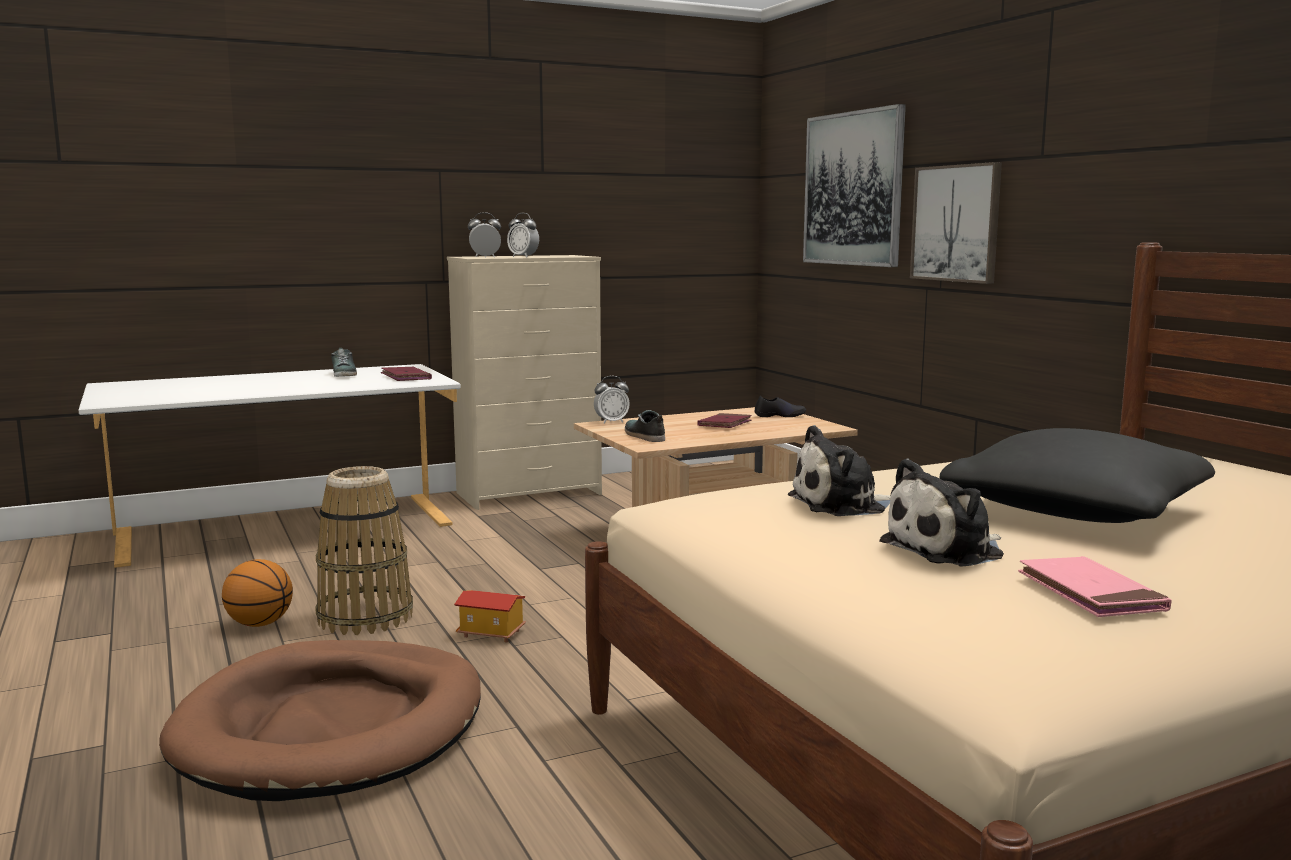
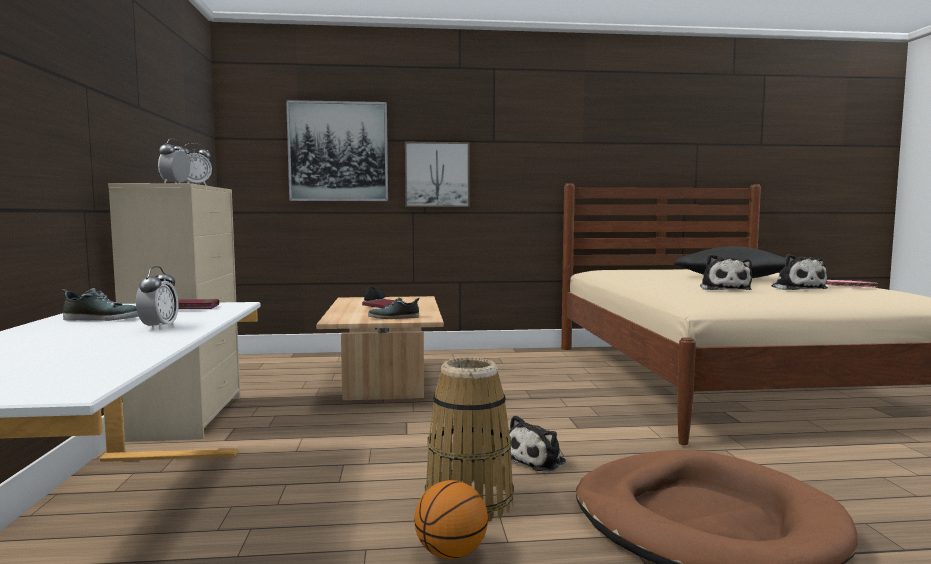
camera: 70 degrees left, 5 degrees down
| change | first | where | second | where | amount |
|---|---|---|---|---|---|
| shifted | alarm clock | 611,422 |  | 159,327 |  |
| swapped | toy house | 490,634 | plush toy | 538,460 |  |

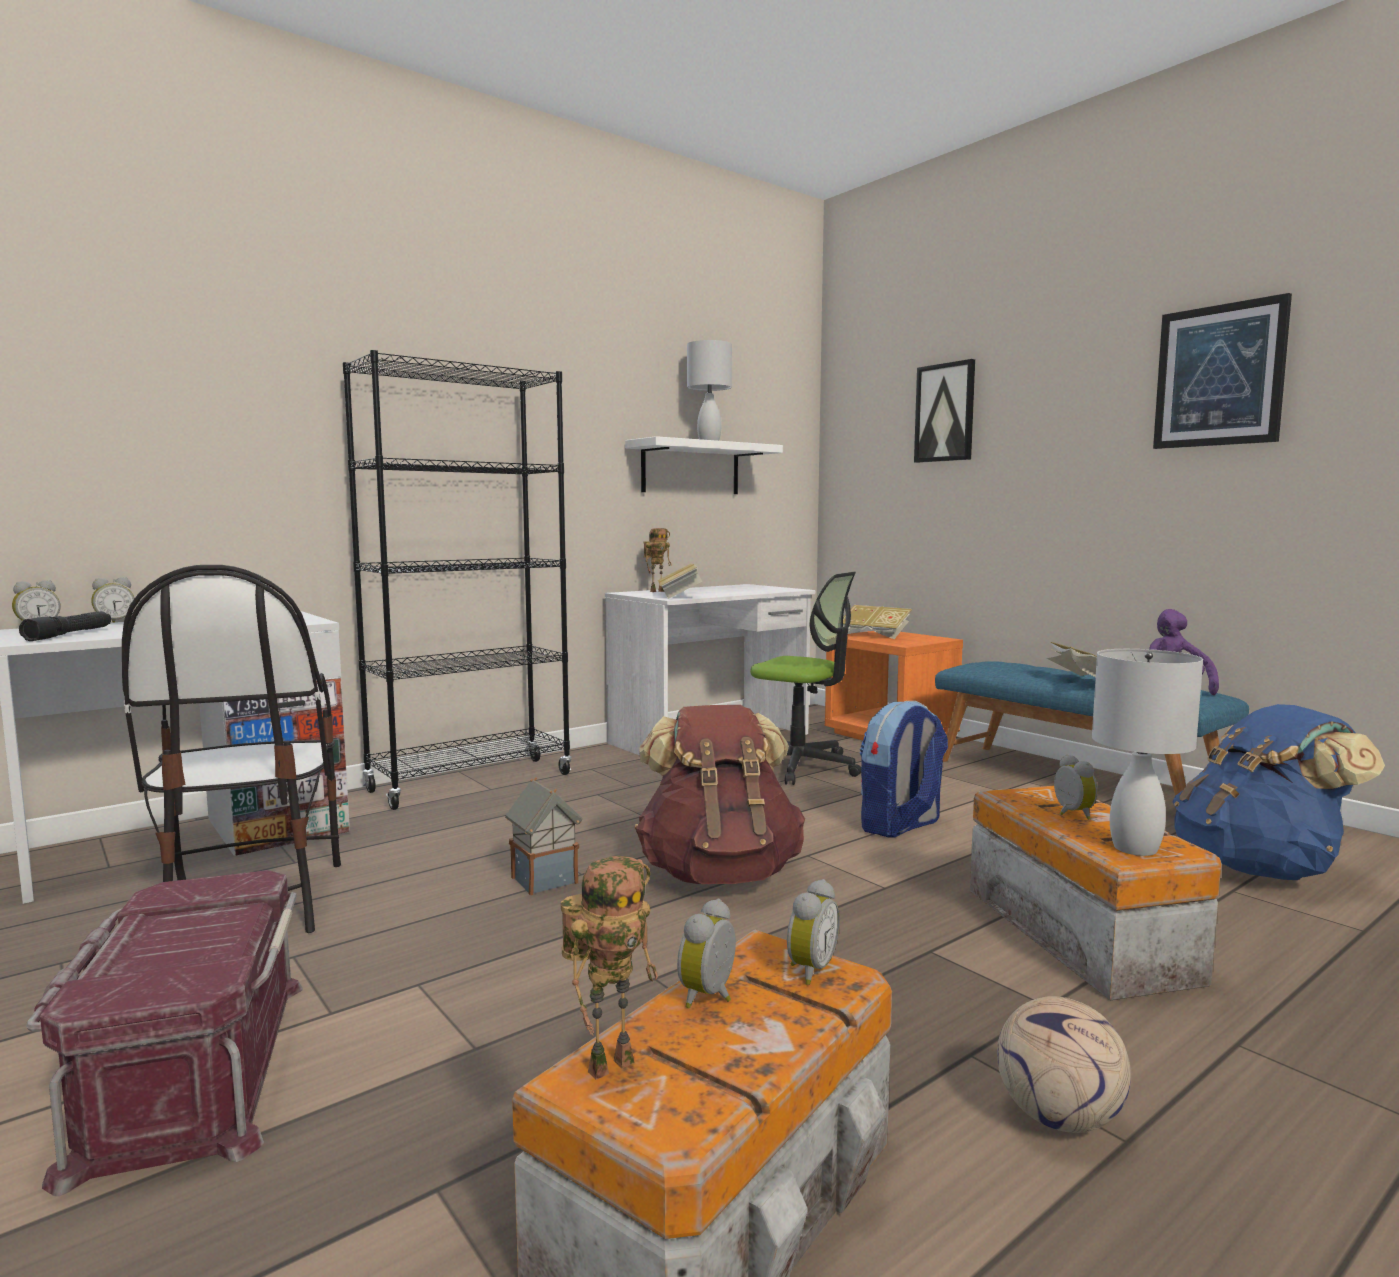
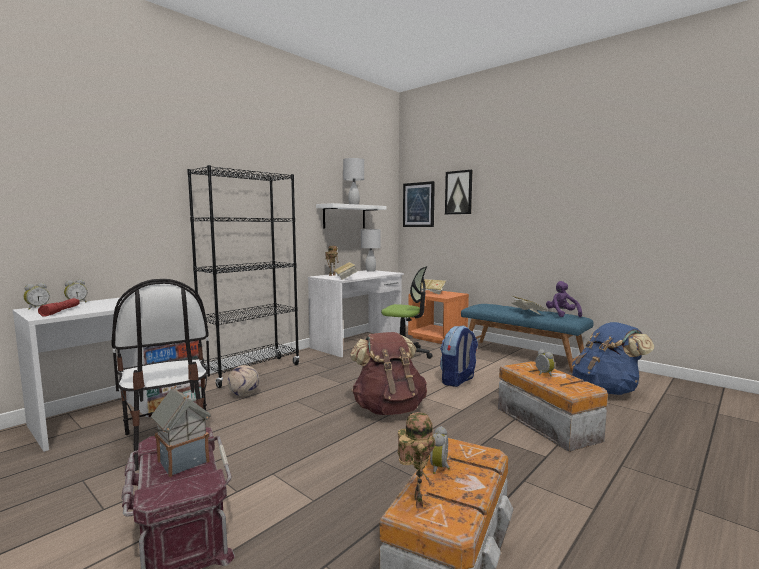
camera: 10 degrees left, 0 degrees up
| change | first | where | second | where | amount |
|---|---|---|---|---|---|
| shifted | wall art | 1219,376 |  | 418,204 |  |
| repainted | black hand torch | 69,634 | red-coloured hand torch | 61,311 |  |
| shifted | white-coloured lamp for a table | 1136,849 |  | 370,271 |  |
| shifted | toy house | 545,881 |  | 184,462 |  |
| rotated | toy robot | 611,1063 |  | 415,501 | 45 degrees counterclockwise |
| gone | alarm clock | 808,970 |  |  |  |
| shifted | football ball | 1057,1117 |  | 244,394 |  |

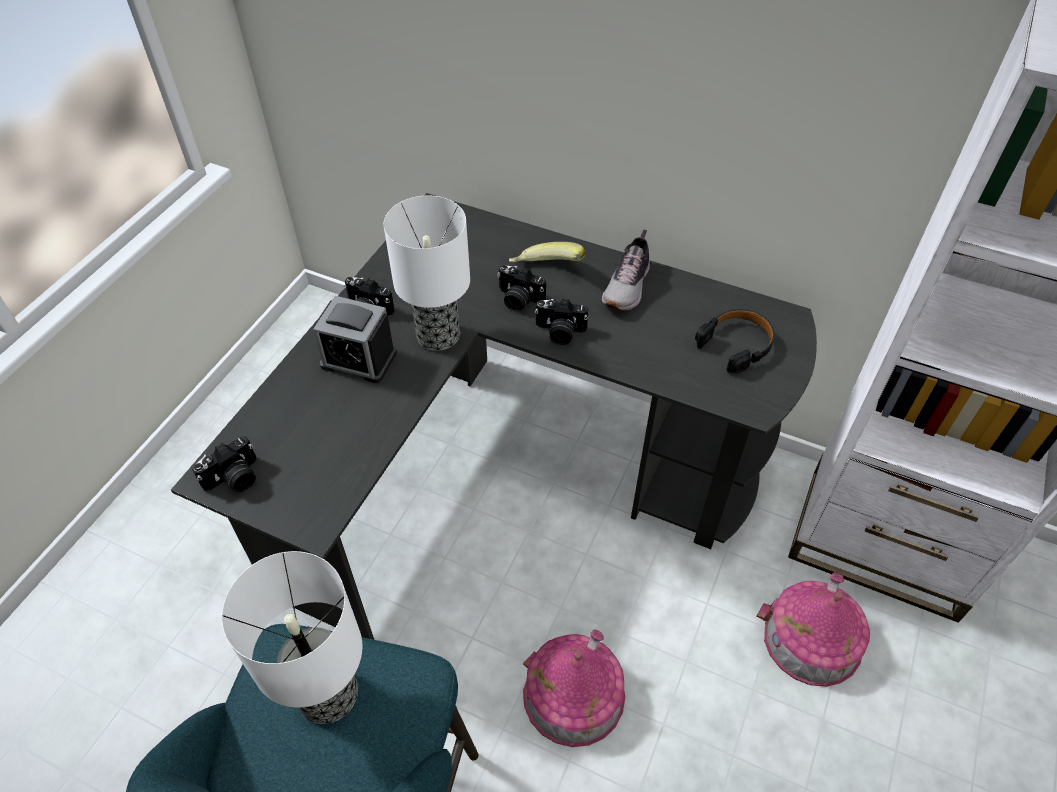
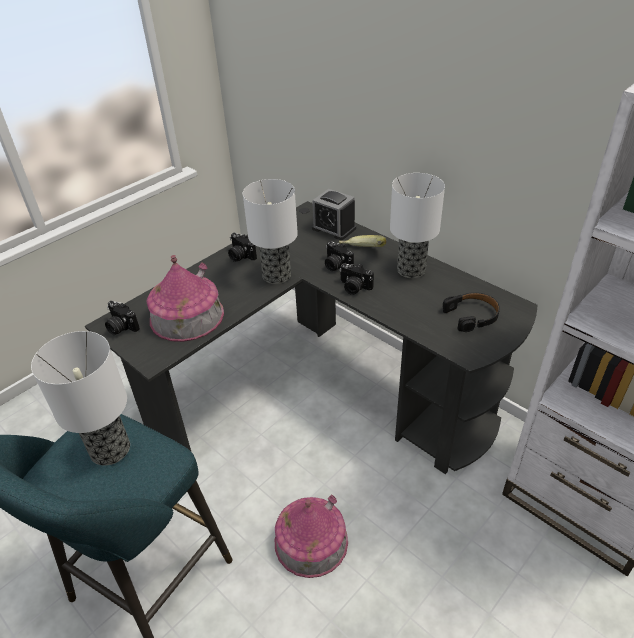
camera: 20 degrees right, 10 degrees down
| change | first | where | second | where | amount |
|---|---|---|---|---|---|
| swapped | shoe | 628,286 | lamp for a table | 412,270 |  |
| shifted | alarm clock | 359,359 |  | 334,228 |  |
| rotated | still camera | 234,479 |  | 121,327 | 60 degrees clockwise |
| shifted | toy house | 812,638 |  | 187,316 |  |

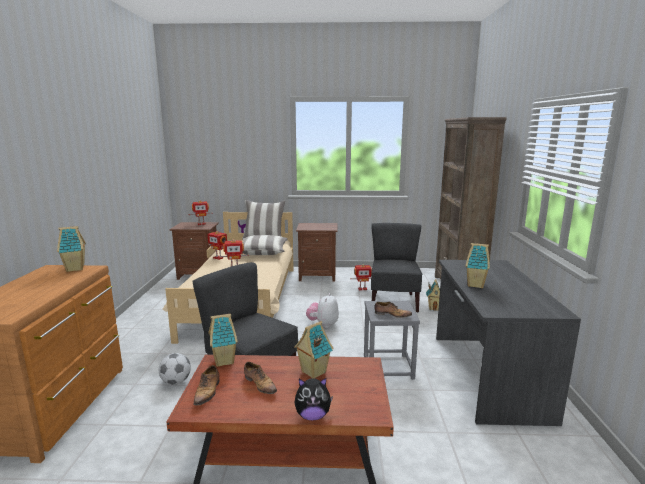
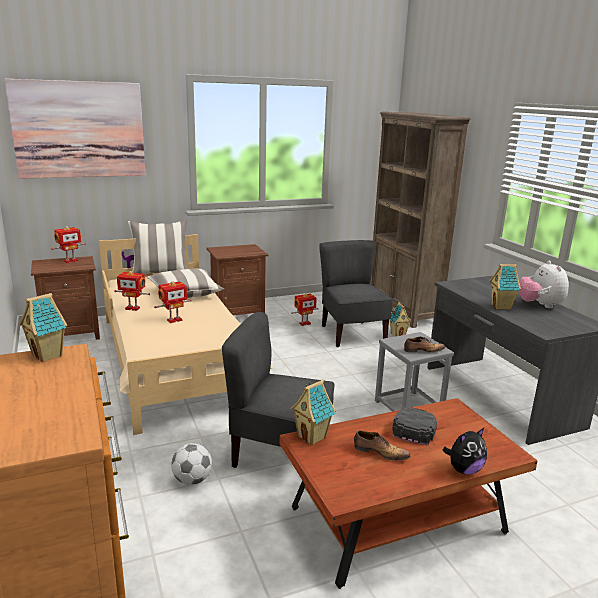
camera: 25 degrees left, 5 degrees up
| change | first | where | second | where | amount |
|---|---|---|---|---|---|
| shifted | plush toy | 323,324 |  | 539,305 |  |
| swapped | toy house | 313,372 | black peaked cap | 415,427 |  |
| gone | shoe | 207,392 |  |  |  |
| new |  |  | wall art | 79,130 |  |

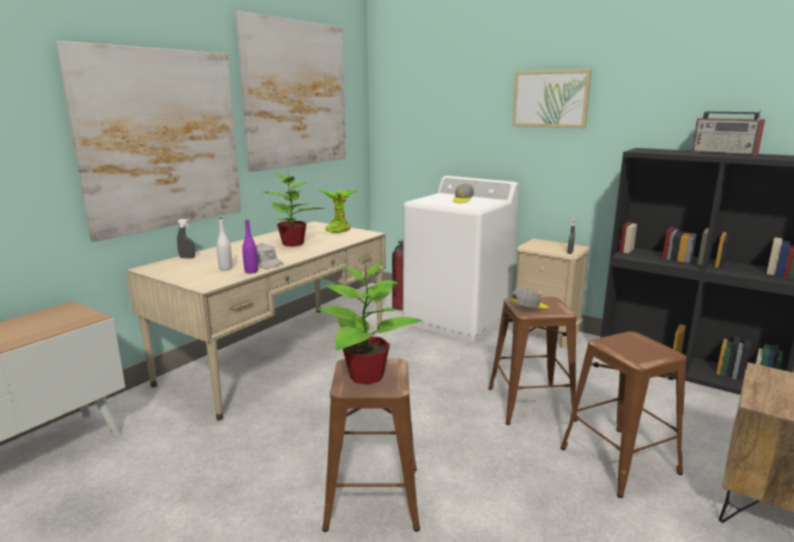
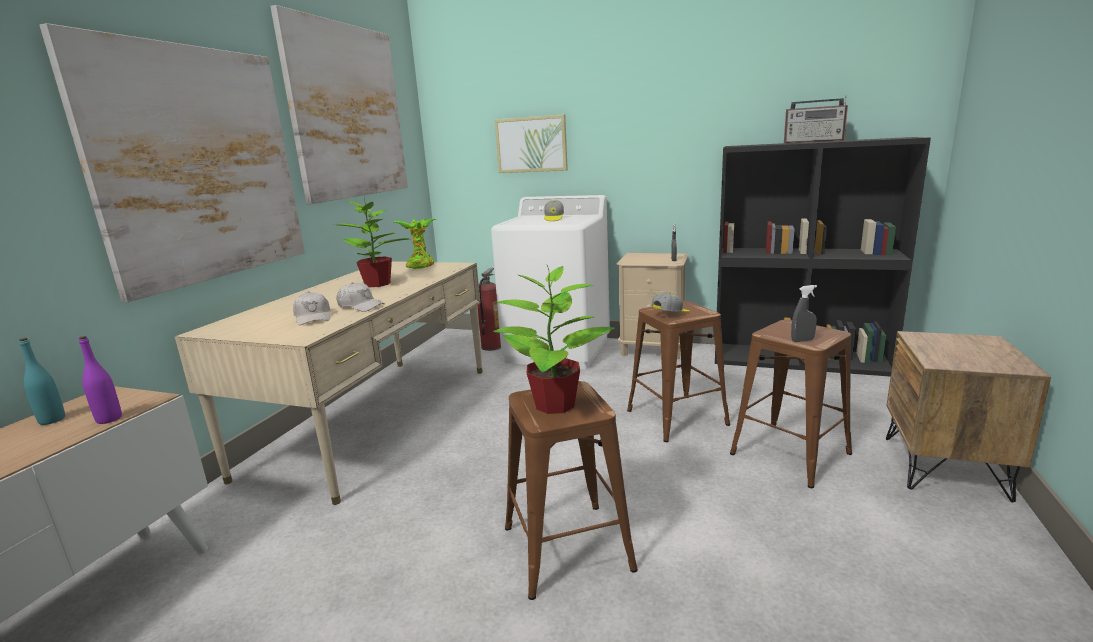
camera: 15 degrees left, 0 degrees up
| change | first | where | second | where | amount |
|---|---|---|---|---|---|
| shifted | wall art | 550,99 |  | 531,144 |  |
| swapped | white-coloured drink bottle | 225,268 | white-coloured peaked cap | 313,317 |  |
| shifted | gray spray bottle | 187,257 |  | 802,340 |  |
| shifted | purplish drink bottle | 251,271 |  | 109,419 |  |
| new |  |  | blue-green drink bottle | 52,420 |  |

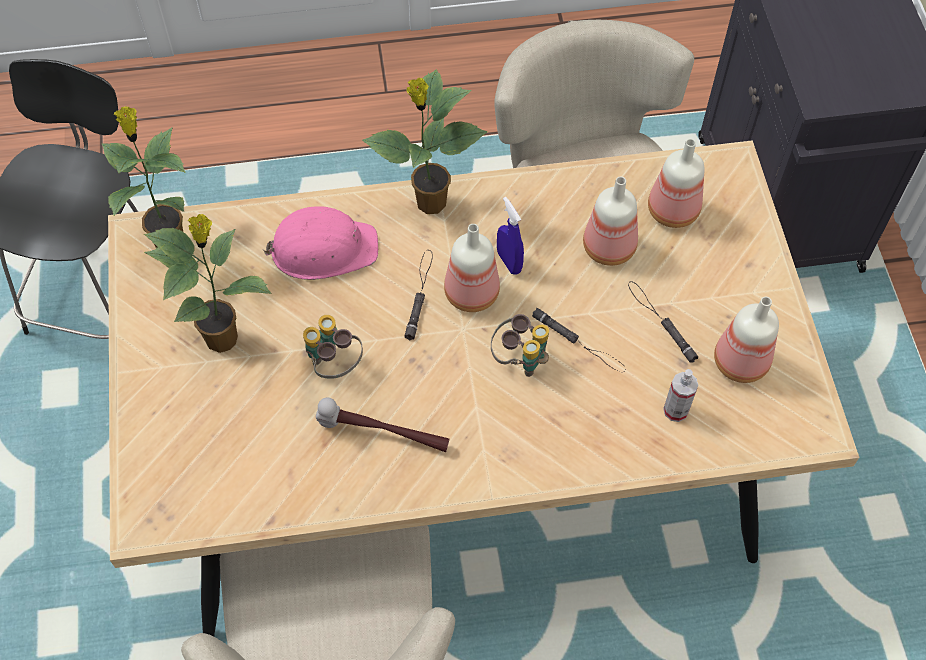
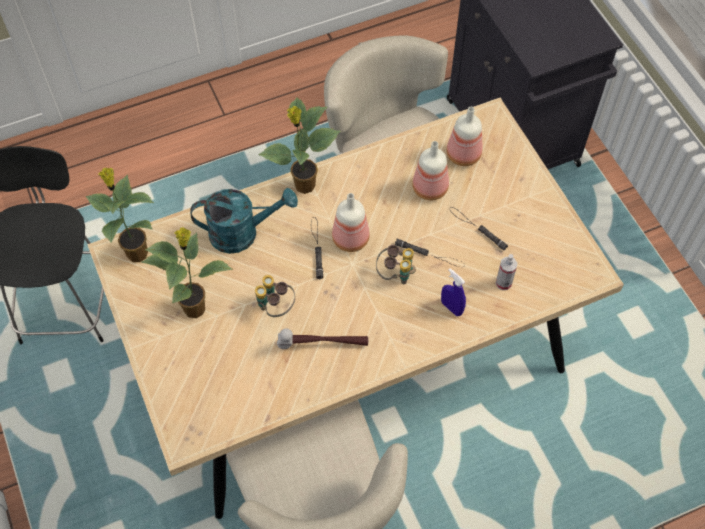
camera: 15 degrees left, 0 degrees up
| change | first | where | second | where | amount |
|---|---|---|---|---|---|
| shifted | blue spray bottle | 509,262 |  | 451,307 |  |
| swapped | pink work helmet | 323,248 | blue-green sprinkling can | 242,232 |  |
| gone | drink bottle | 739,363 |  |  |  |

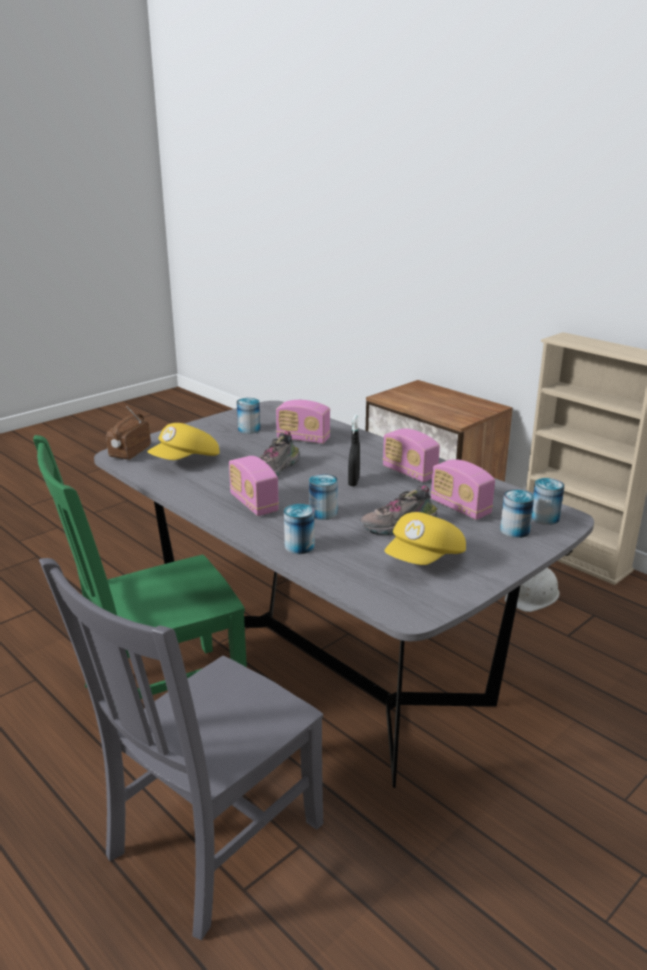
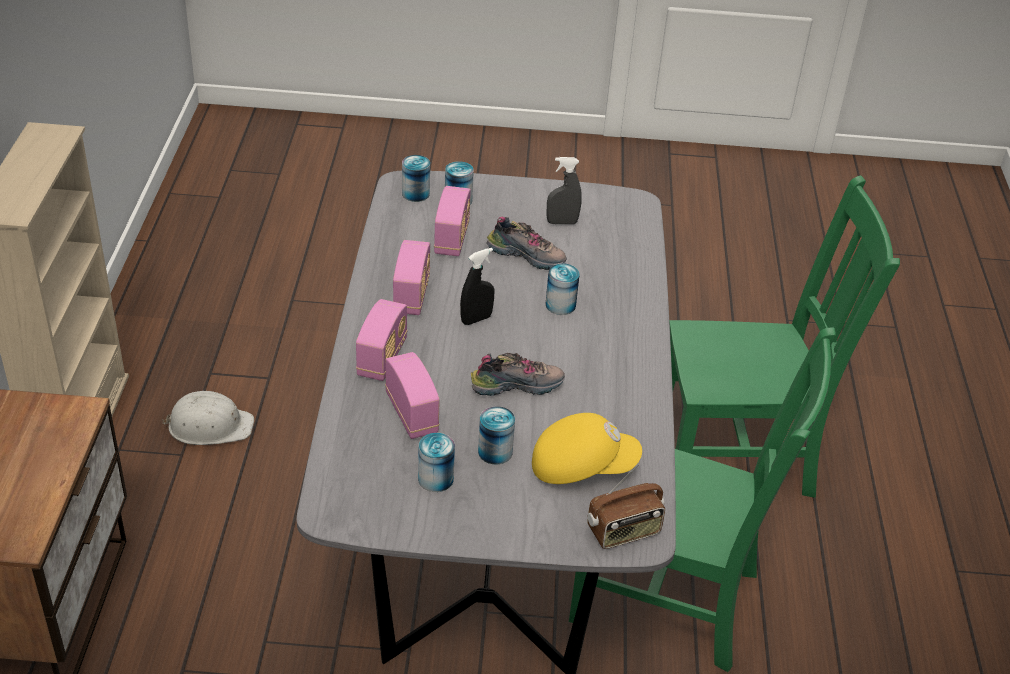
camera: 135 degrees left, 15 degrees up
| change | first | where | second | where | amount |
|---|---|---|---|---|---|
| shifted | radio receiver | 254,504 |  | 382,358 |  |
| shifted | can | 299,546 |  | 495,451 |  |
| swapped | yellowish peaked cap | 425,560 | gray spray bottle | 562,222 |  |
| repainted | gray upright chair | 210,843 | greenish upright chair | 739,453 |  |

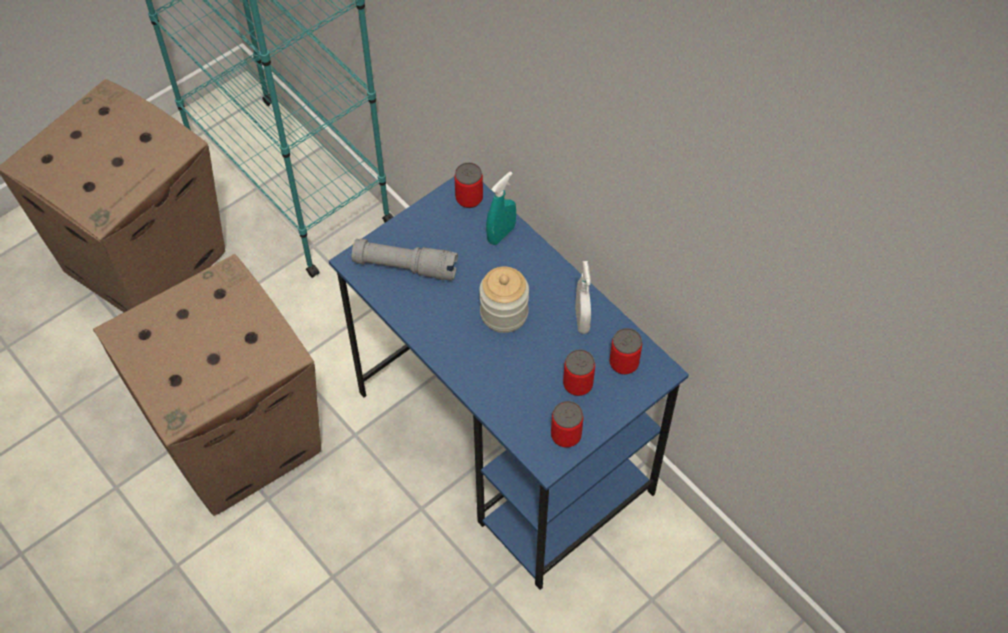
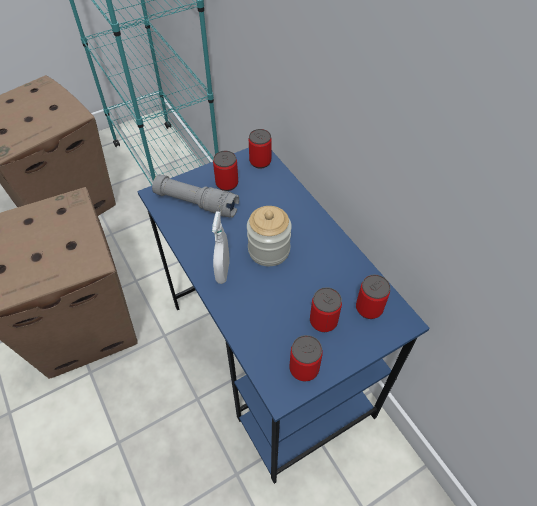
camera: 10 degrees right, 5 degrees down
| change | first | where | second | where | amount |
|---|---|---|---|---|---|
| gone | blue-green spray bottle | 501,234 |  |  |  |
| shifted | white-coloured spray bottle | 582,320 |  | 223,272 |  |
| new |  |  | can | 227,183 |  |

